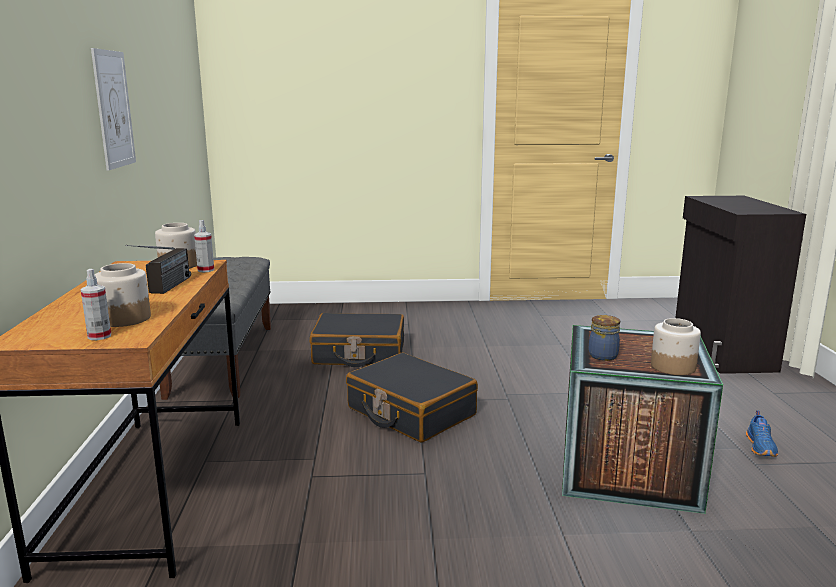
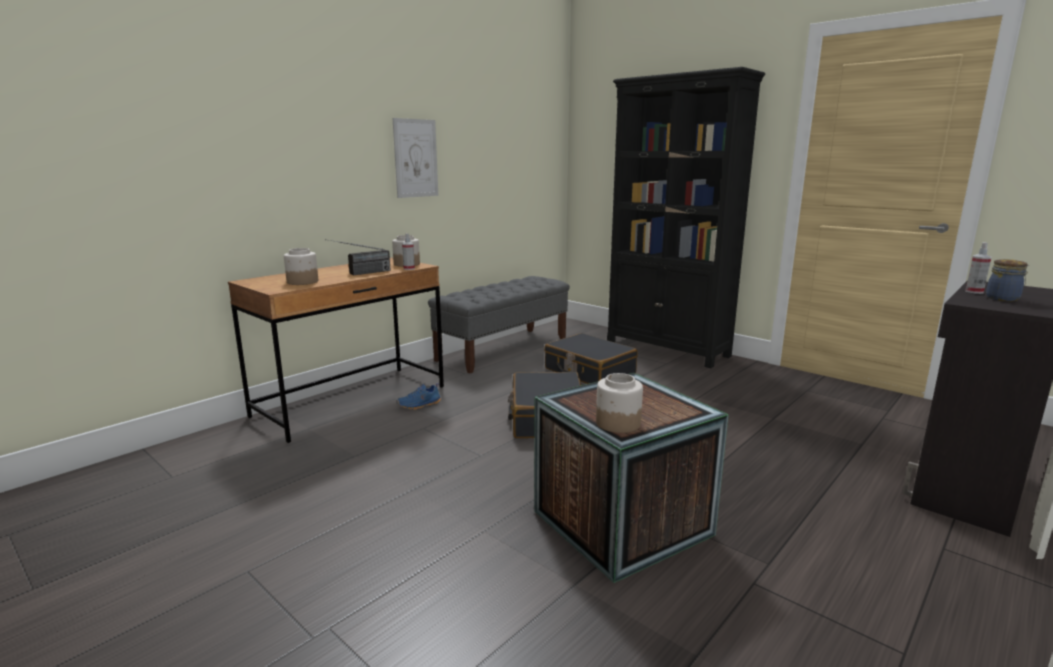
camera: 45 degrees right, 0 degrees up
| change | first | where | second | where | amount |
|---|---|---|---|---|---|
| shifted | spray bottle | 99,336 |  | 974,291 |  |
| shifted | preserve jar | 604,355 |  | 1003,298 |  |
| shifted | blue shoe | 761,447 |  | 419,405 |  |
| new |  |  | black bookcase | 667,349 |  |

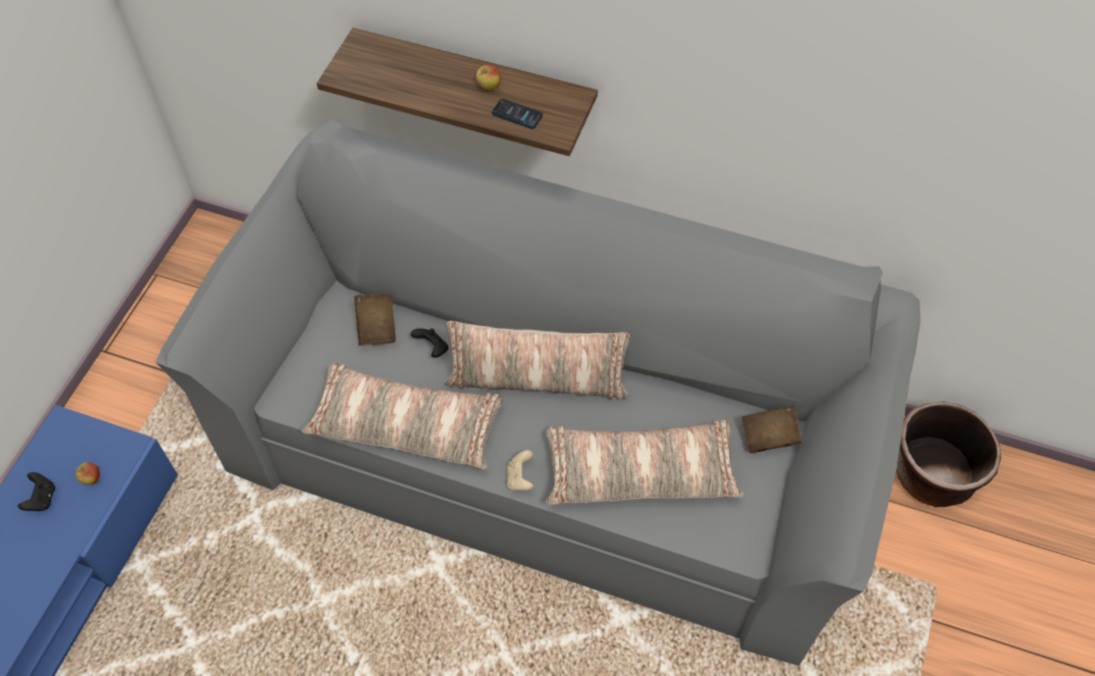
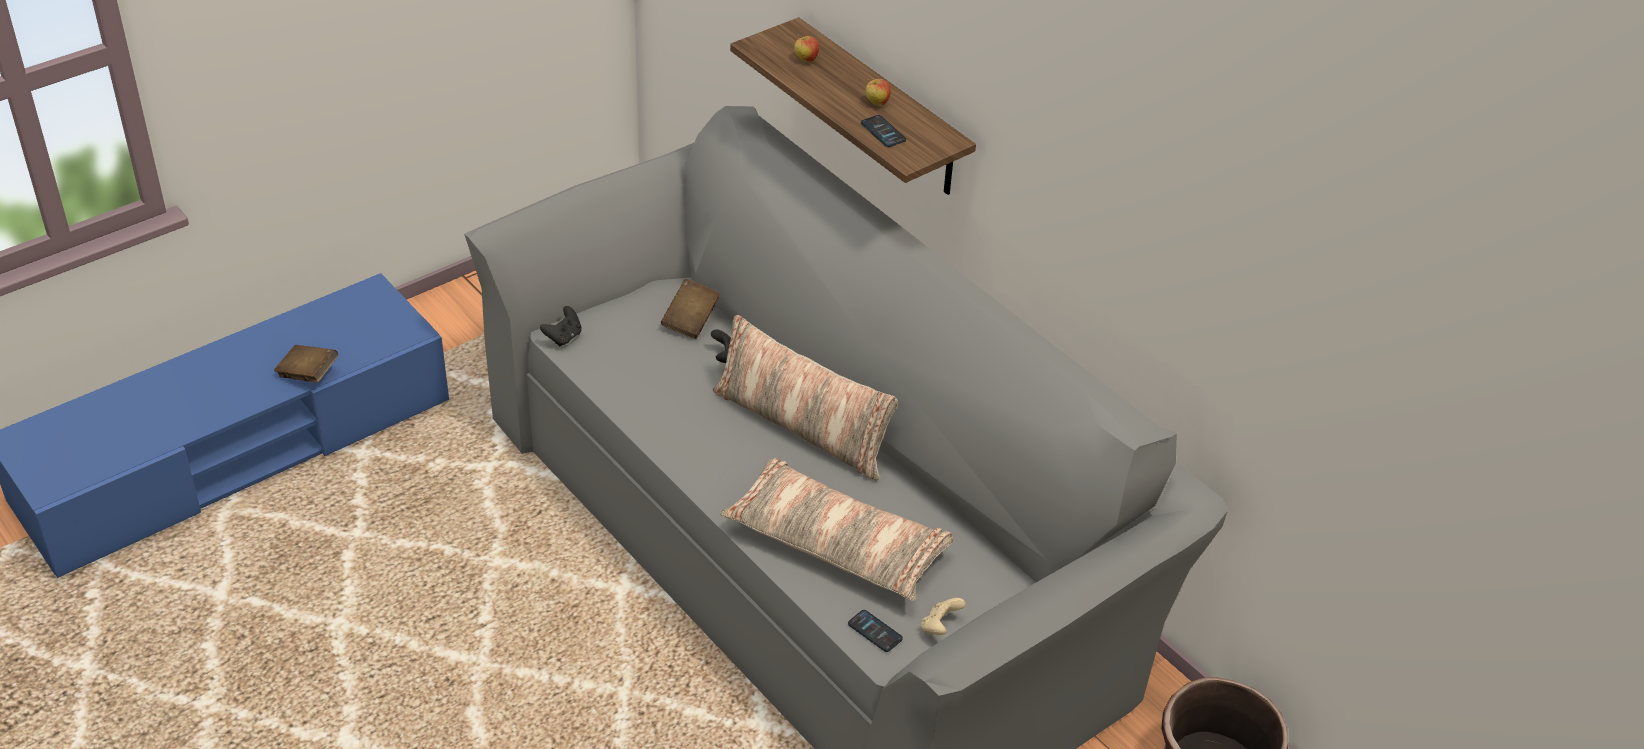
camera: 30 degrees right, 15 degrees down
| change | first | where | second | where | amount |
|---|---|---|---|---|---|
| gone | throw pillow | 406,425 |  |  |  |
| shifted | brownish volume | 769,437 |  | 308,374 |  |
| shifted | sand-coloured game controller | 520,478 |  | 940,627 |  |
| shifted | apple | 91,479 |  | 806,60 |  |
| shifted | black game controller | 42,499 |  | 563,337 |  |
| new |  |  | phone | 875,631 |  |

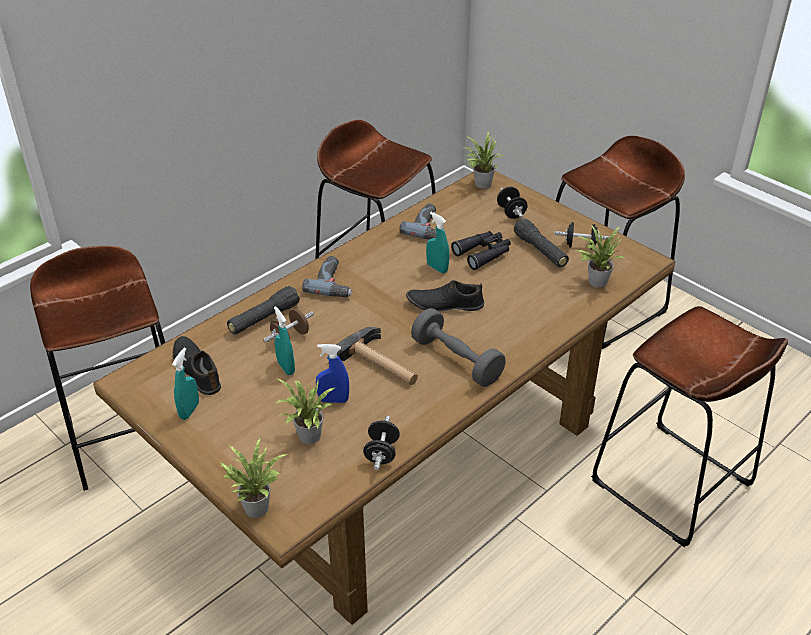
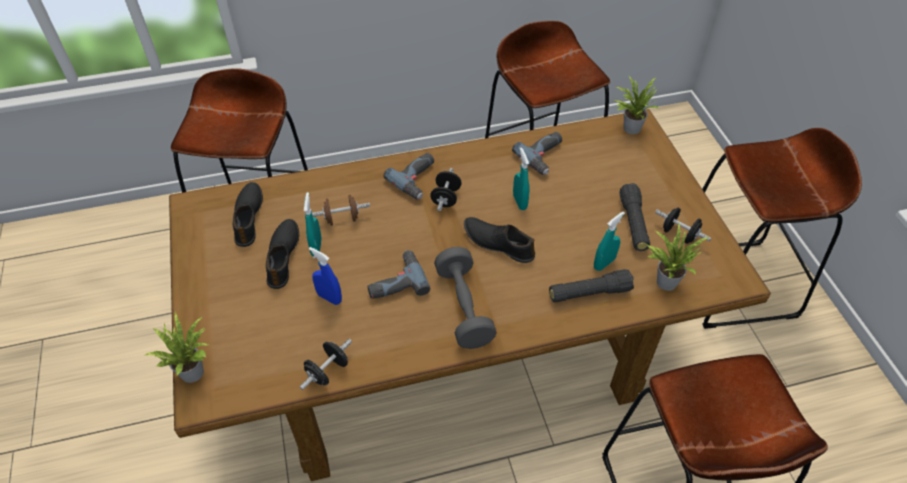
camera: 30 degrees right, 10 degrees up
| change | first | where | second | where | amount |
|---|---|---|---|---|---|
| shifted | black dumbbell | 511,212 |  | 446,198 |  |
| gone | black pair of binoculars | 483,253 |  |  |  |
| shifted | black hand torch | 264,318 |  | 589,293 |  |
| swapped | hammer | 381,364 | electric drill | 395,280 |  |
| shifted | blue-green spray bottle | 189,411 |  | 604,263 |  |
| gone | houseplant | 308,438 |  |  |  |
| new |  |  | black shoe | 283,256 |  |

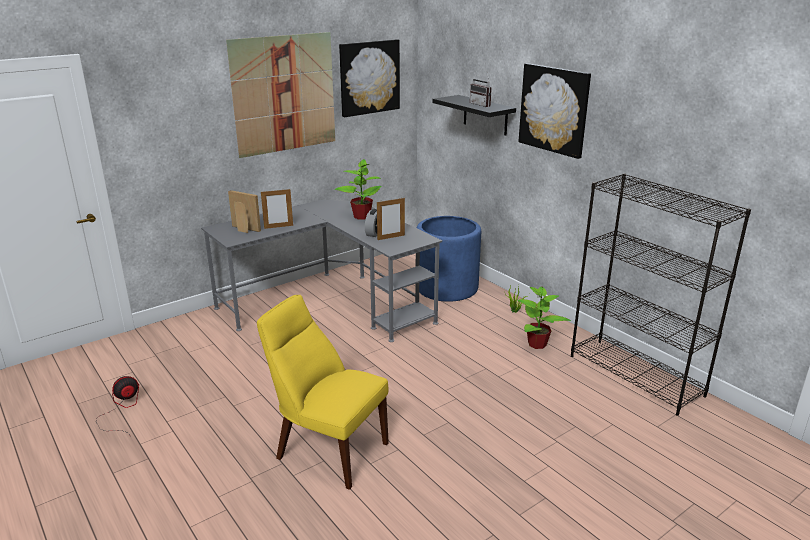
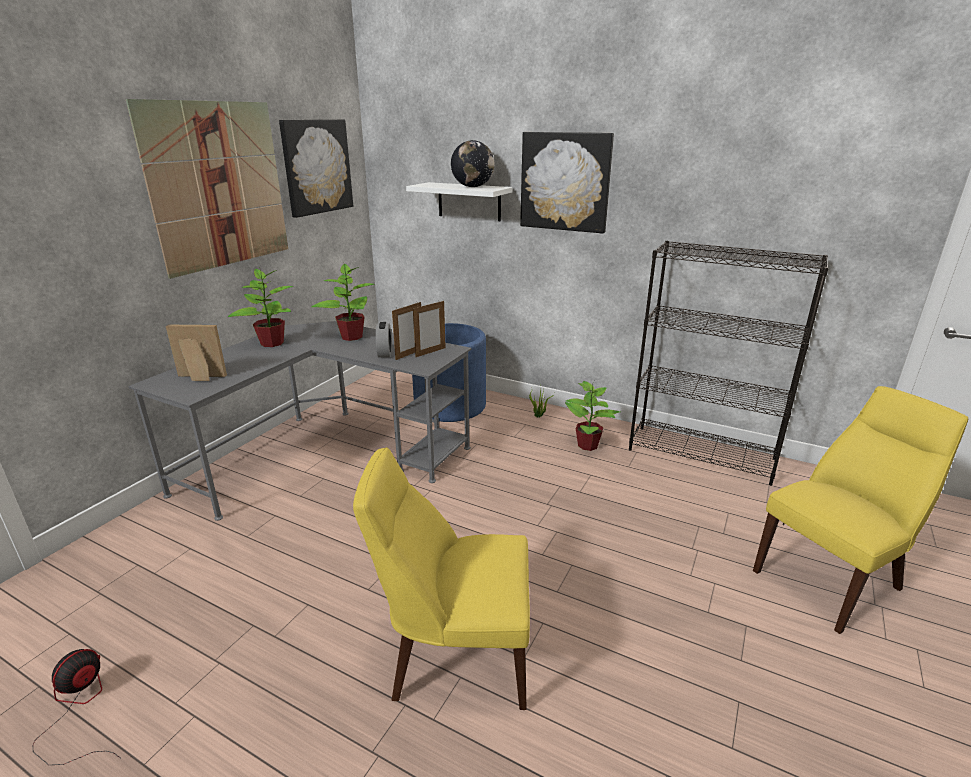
camera: 25 degrees left, 0 degrees up
| change | first | where | second | where | amount |
|---|---|---|---|---|---|
| swapped | radio receiver | 482,105 | world globe | 473,187 |  |
| repainted | black bracket shelf | 485,115 | white-coloured bracket shelf | 469,201 |  |
| shifted | photo frame | 278,227 |  | 430,352 |  |
| new |  |  | houseplant | 271,343 |  |
| new |  |  | yellowish upright chair | 831,578 |  |

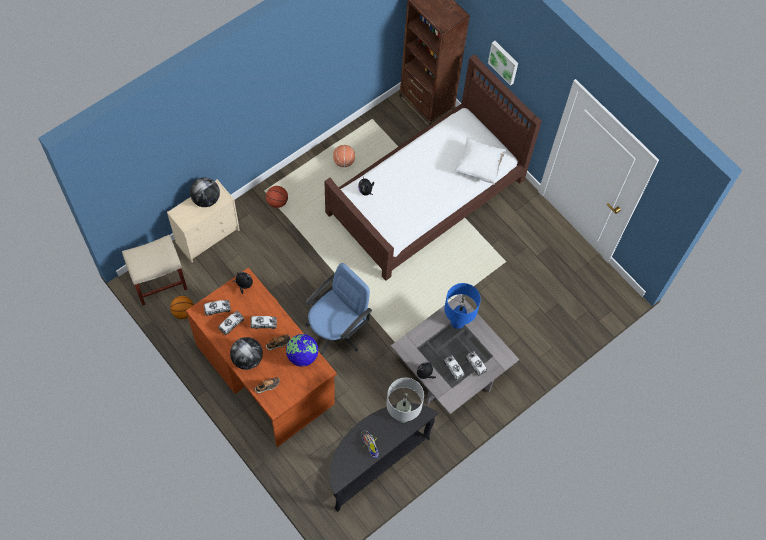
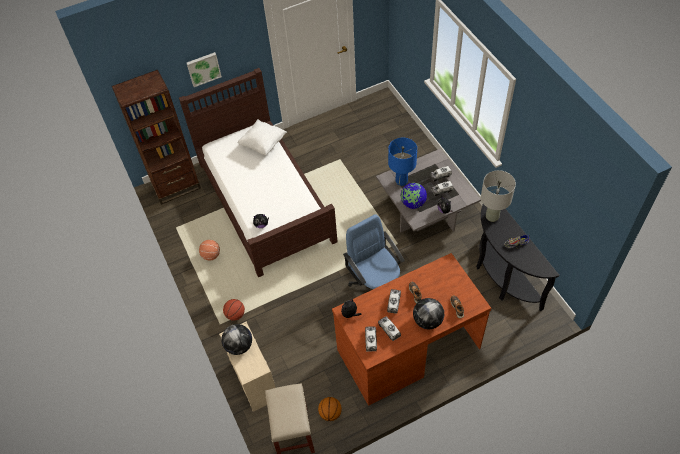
camera: 70 degrees left, 10 degrees down
| change | first | where | second | where | amount |
|---|---|---|---|---|---|
| shifted | world globe | 302,356 |  | 413,203 |  |

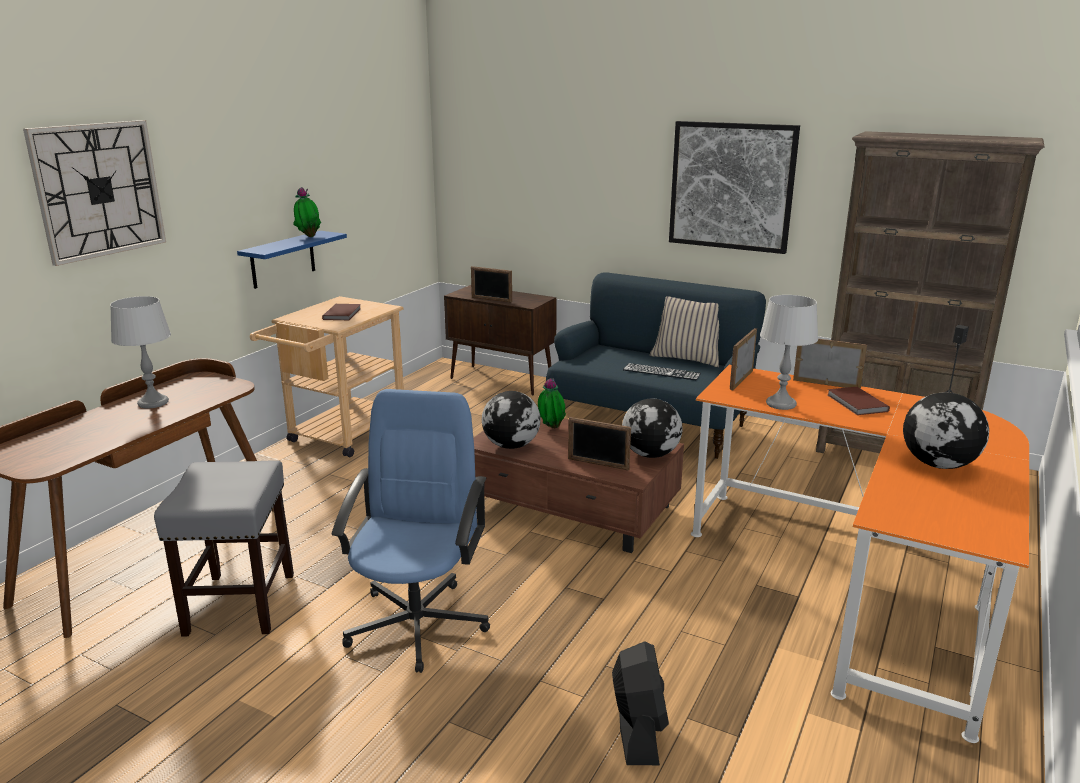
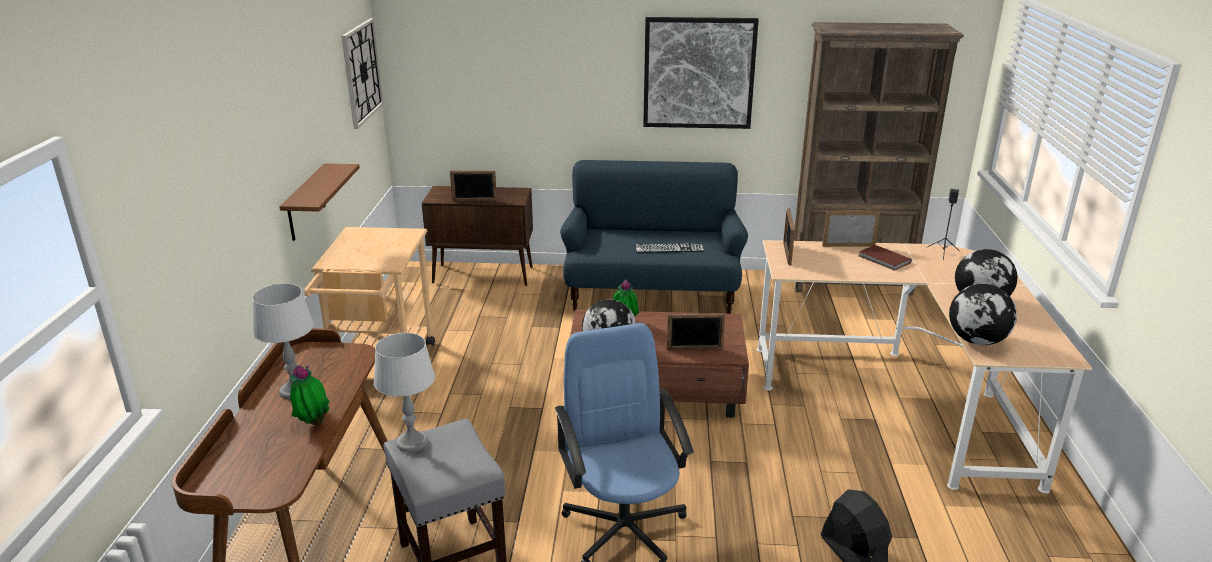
camera: 25 degrees left, 5 degrees up
| change | first | where | second | where | amount |
|---|---|---|---|---|---|
| shifted | wall clock | 99,190 |  | 362,72 |  |
| shifted | houseplant | 309,236 |  | 313,423 |  |
| repainted | blue bracket shelf | 283,259 | brownish bracket shelf | 306,203 |  |
| shifted | gray lamp for a table | 781,404 |  | 412,443 |  |
| gone | sand-coloured throw pillow | 687,358 |  |  |  |
| gone | brownish volume | 343,314 |  |  |  |
| repainted | orange desk unit | 859,583 | sand-coloured desk unit | 904,397 |  |
| shifted | world globe | 650,455 |  | 977,341 |  |

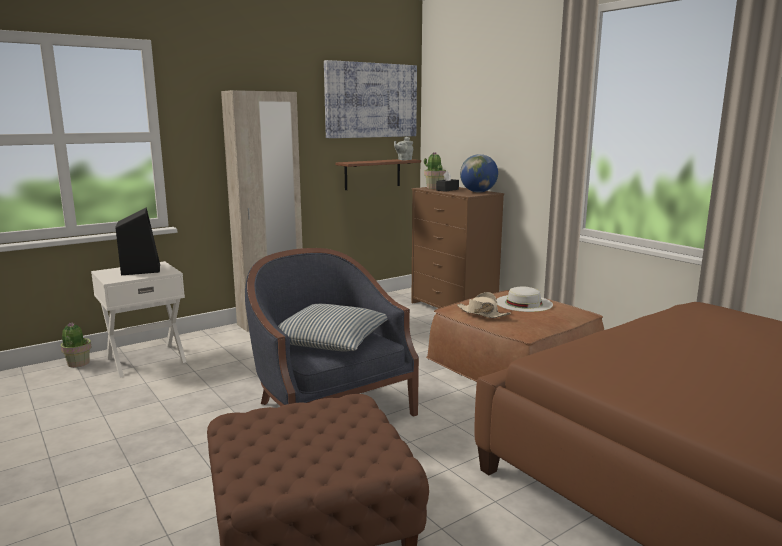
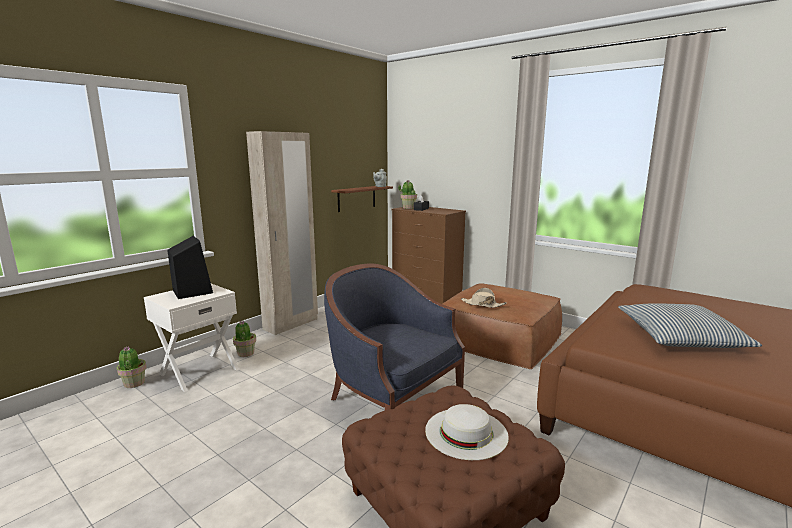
camera: 15 degrees left, 0 degrees up
| change | first | where | second | where | amount |
|---|---|---|---|---|---|
| gone | wall art | 370,100 |  |  |  |
| gone | world globe | 478,192 |  |  |  |
| shifted | white-coloured wearable hat | 523,303 |  | 466,432 |  |
| shifted | throw pillow | 330,340 |  | 680,337 |  |
| new |  |  | houseplant | 245,353 |  |

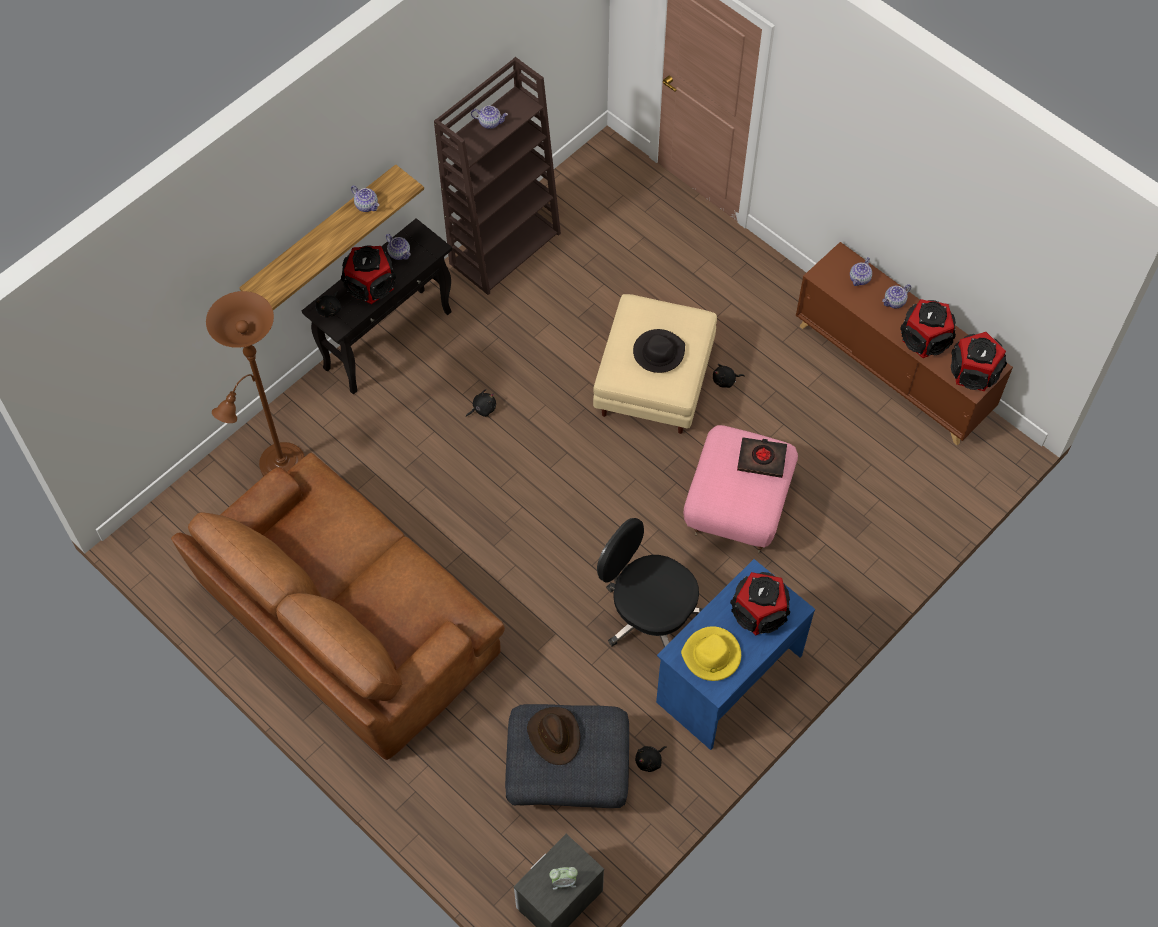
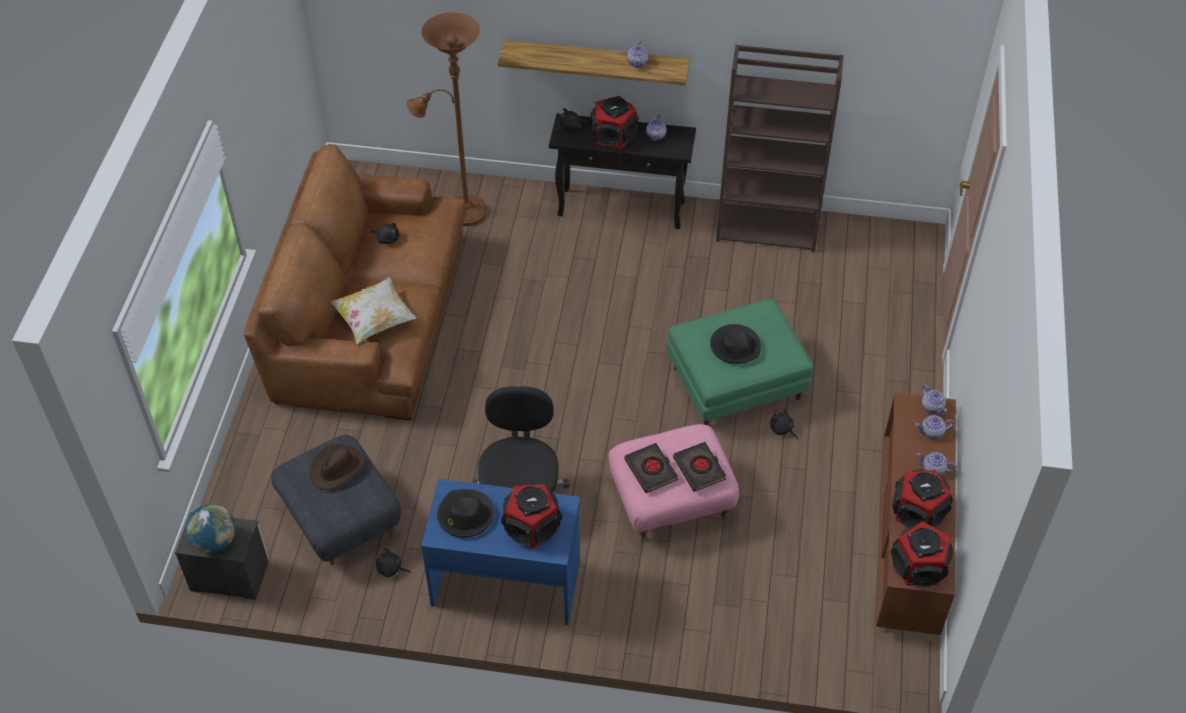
camera: 55 degrees right, 10 degrees down
| change | first | where | second | where | amount |
|---|---|---|---|---|---|
| shifted | tea pot | 490,122 |  | 932,407 |  |
| repainted | sand-coloured pouffe | 654,383 | greenish pouffe | 735,384 |  |
| shifted | black plush toy | 482,408 |  | 387,239 |  |
| repainted | yellowish wearable hat | 711,655 | black wearable hat | 465,515 |  |
| swapped | alarm clock | 563,881 | world globe | 215,541 |  |
| new |  |  | throw pillow | 375,321 |  |
| new |  |  | black volume | 651,470 |  |

